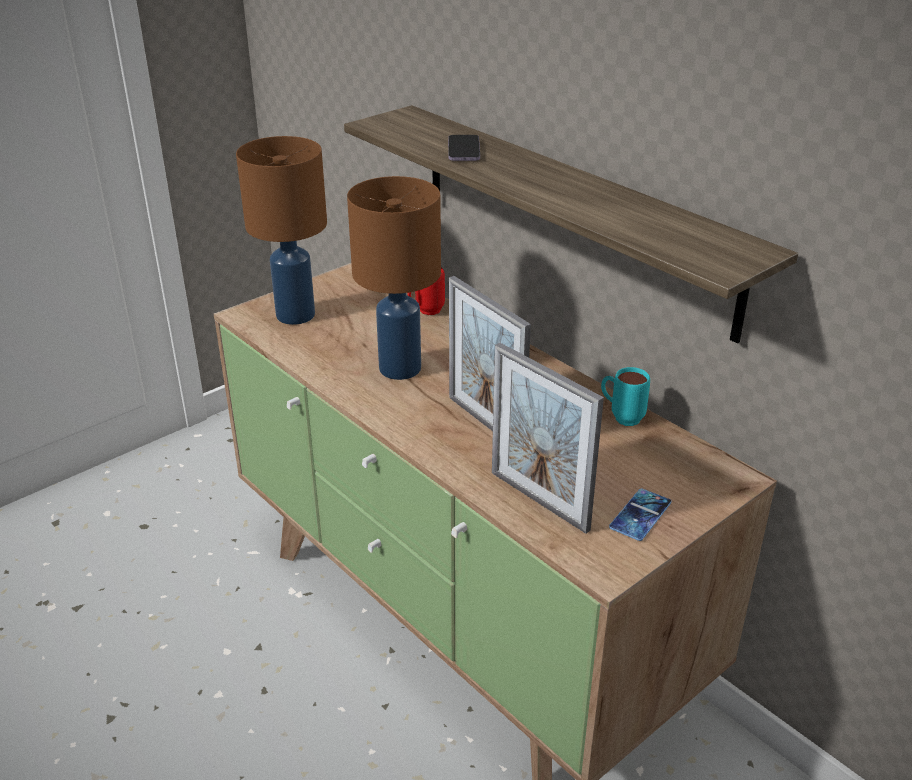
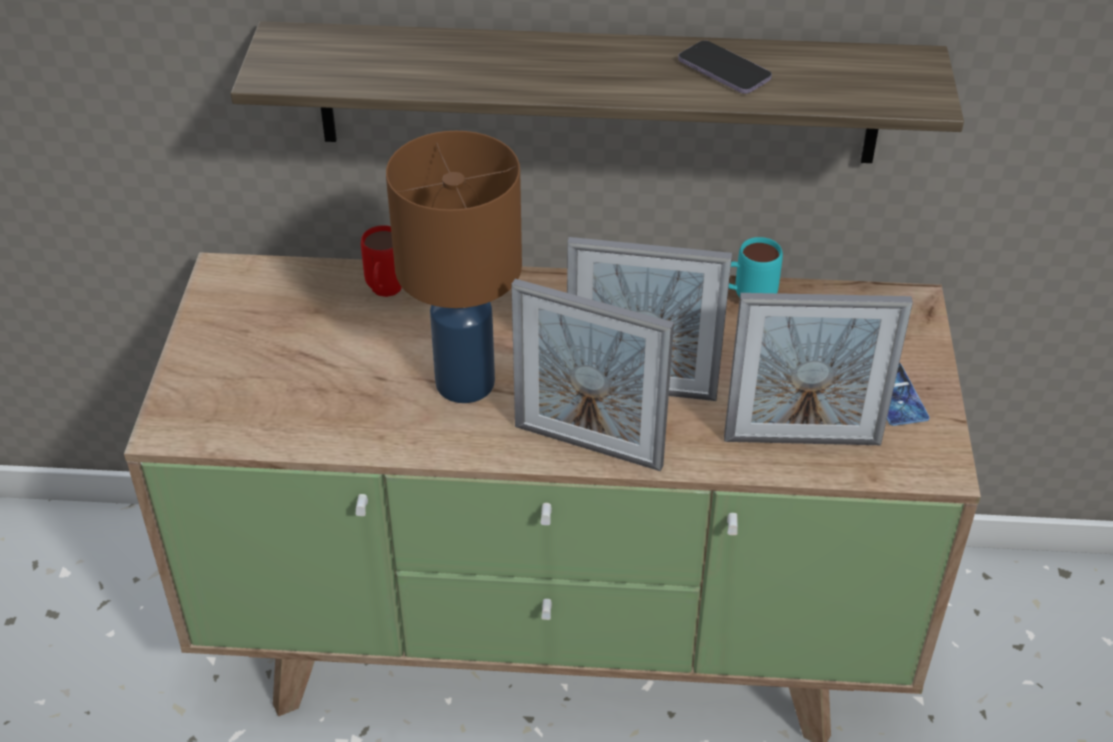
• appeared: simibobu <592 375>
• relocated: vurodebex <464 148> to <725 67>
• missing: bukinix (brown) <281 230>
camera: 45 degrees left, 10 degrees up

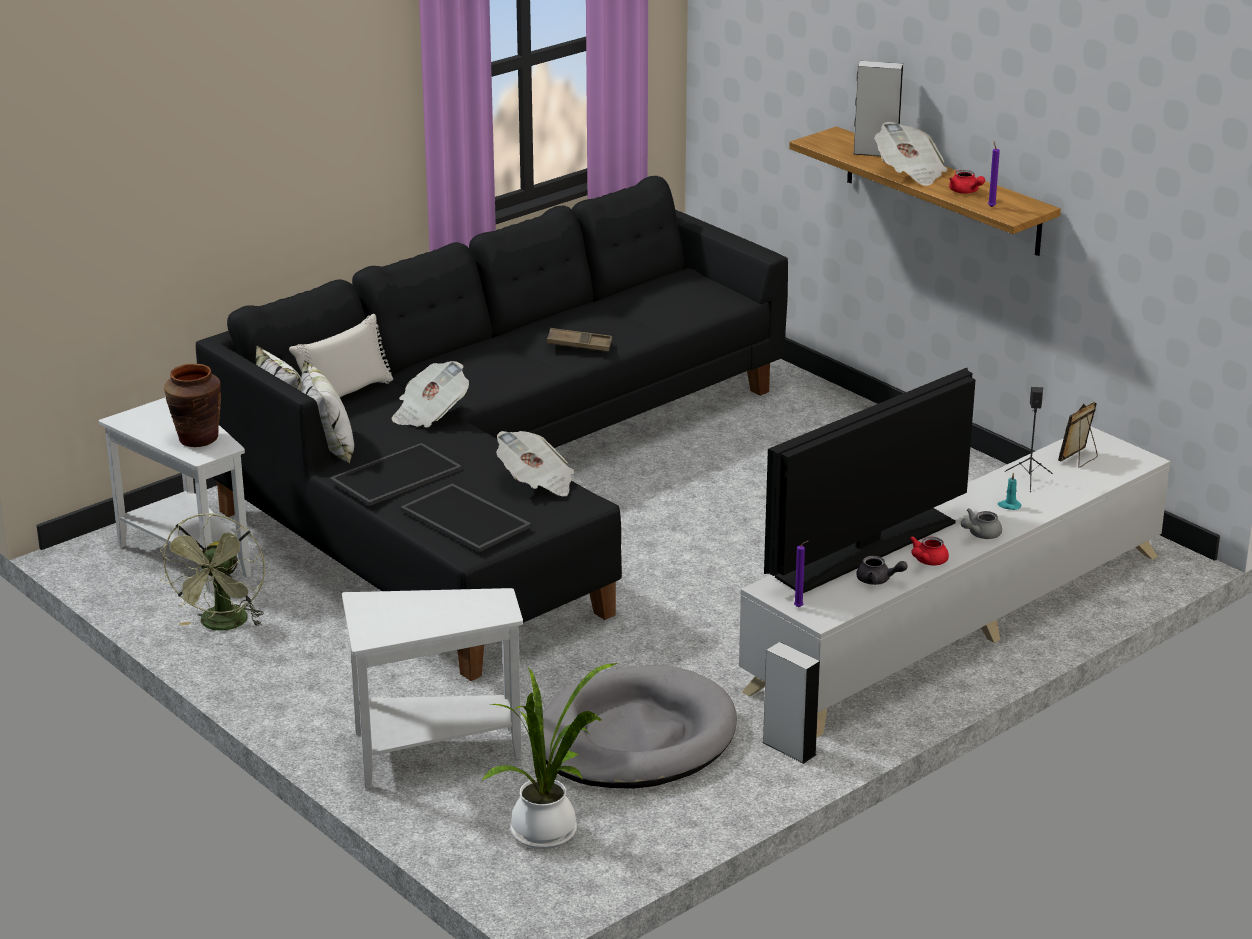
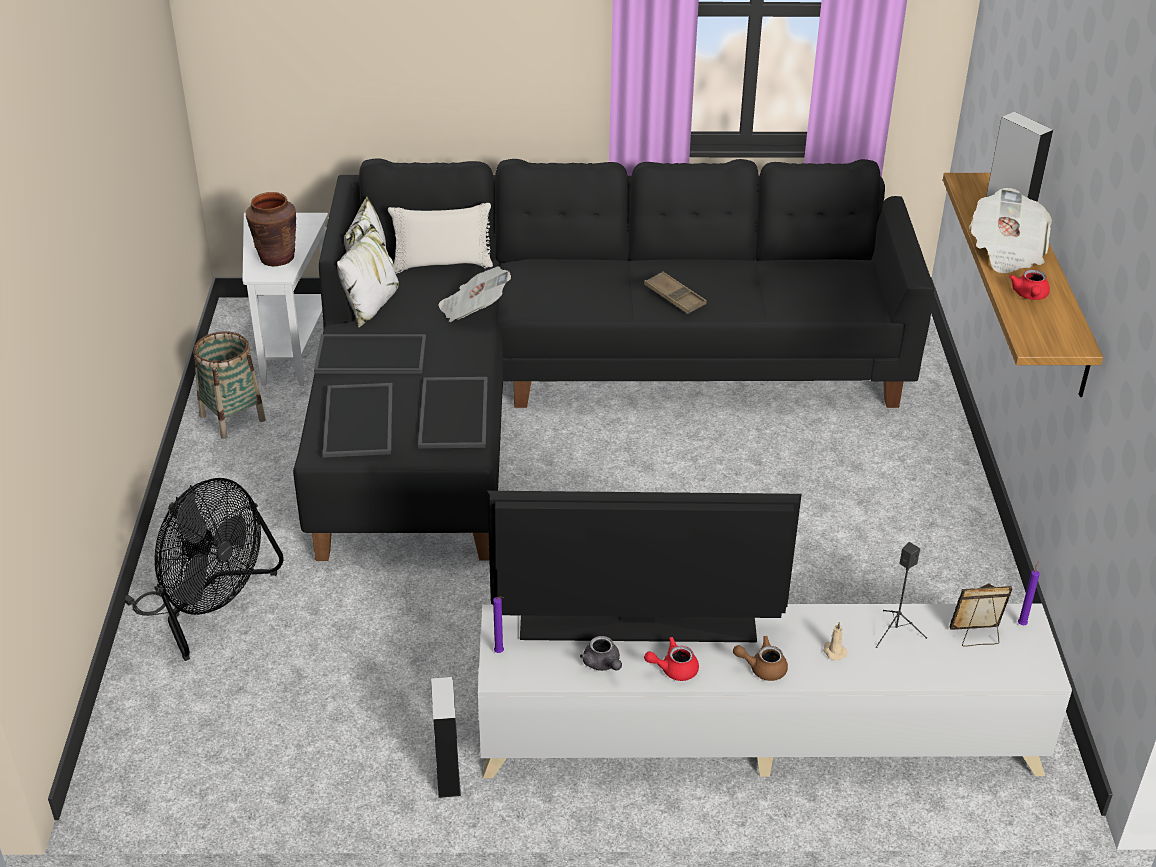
• exchanged: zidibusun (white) <432 688> to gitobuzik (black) <204 569>
• exchanged: gitobuzik (green) <212 572> to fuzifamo <229 385>
• exchanged: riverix <535 463> to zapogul <453 413>
• colour: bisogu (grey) <981 523> to bisogu (brown) <760 658>
• colour: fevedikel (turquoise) <1009 491> to fevedikel (beige) <835 641>
• relocated: fevedikel (purple) <994 174> to <1029 593>
• missing: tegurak <550 756>
• missing: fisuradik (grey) <640 727>
camera: 40 degrees right, 10 degrees up

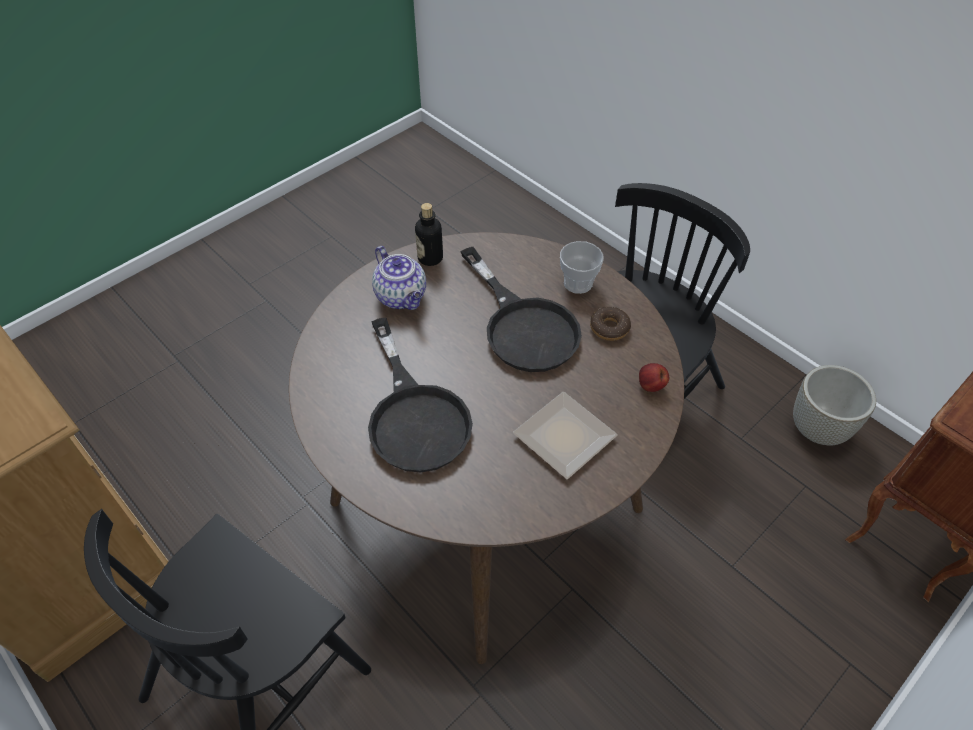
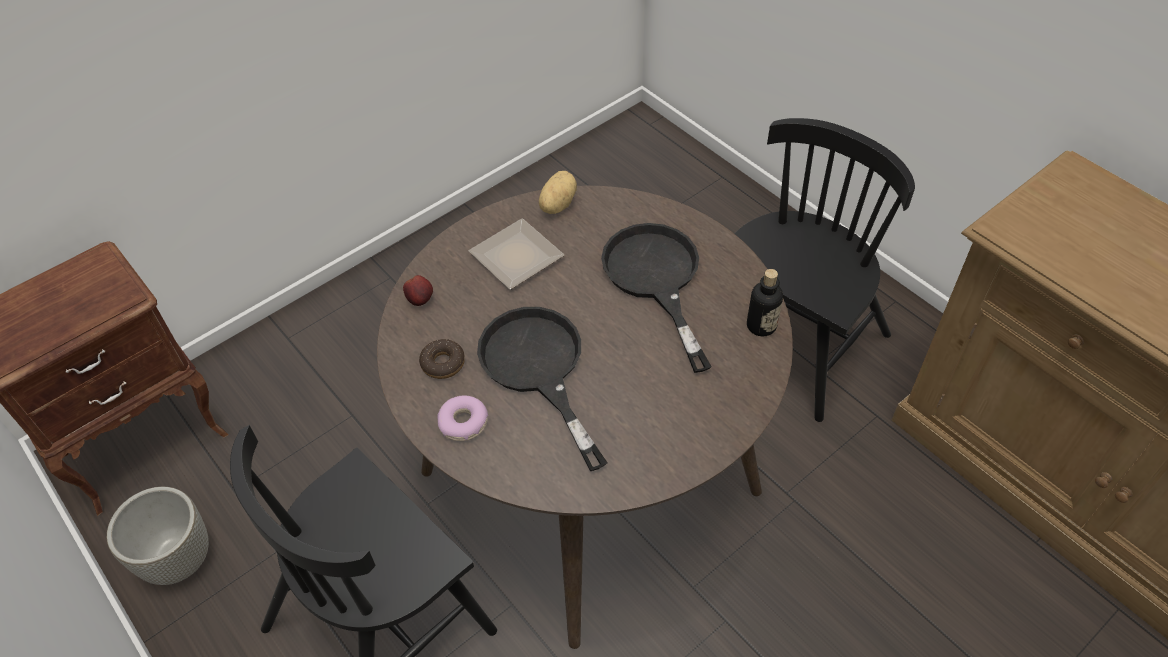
• exchanged: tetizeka <581 267> to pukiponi <463 418>
• appeared: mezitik <558 192>
• relocated: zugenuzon <429 234> to <765 303>
• missing: bisogu <399 278>
camera: 175 degrees left, 0 degrees up

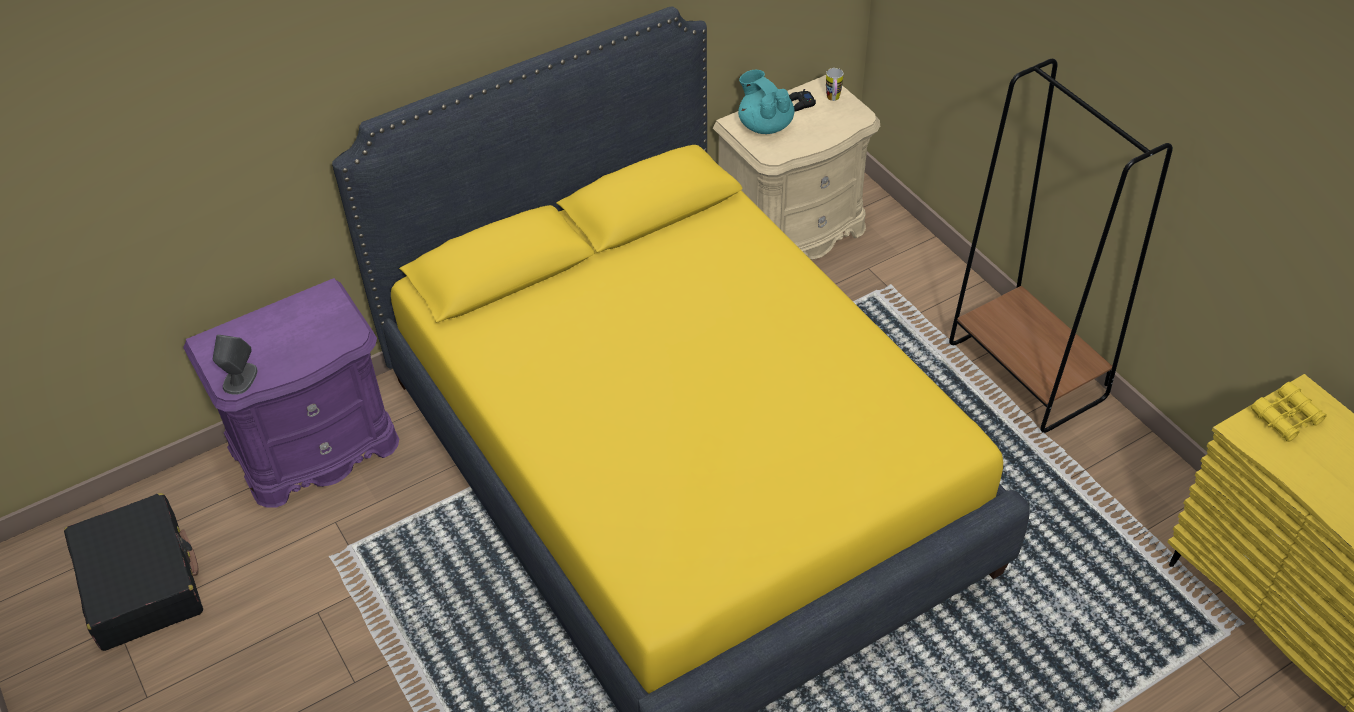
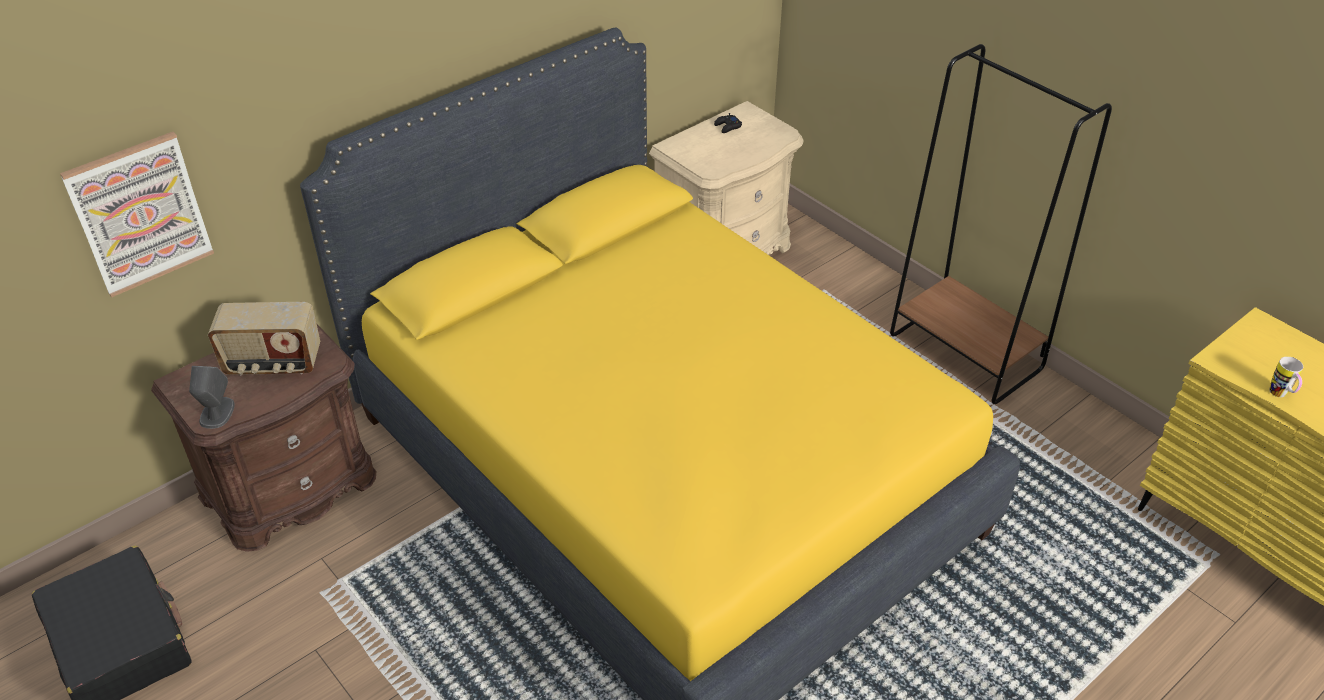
• appeared: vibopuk <137 214>
• colour: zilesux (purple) <291 393> to zilesux (brown) <263 438>
• appeared: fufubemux <264 339>
• relocated: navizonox <834 84> to <1286 376>
• missing: bisogu (turquoise) <766 102>
• missing: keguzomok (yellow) <1289 412>
camera: 10 degrees left, 5 degrees down

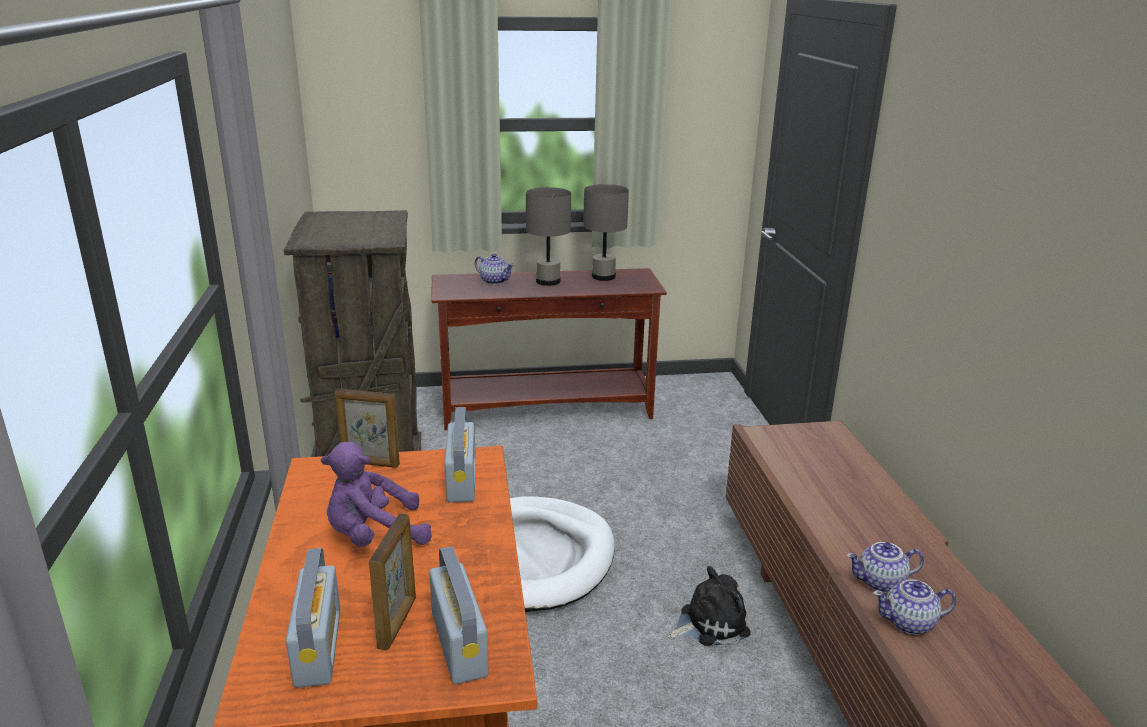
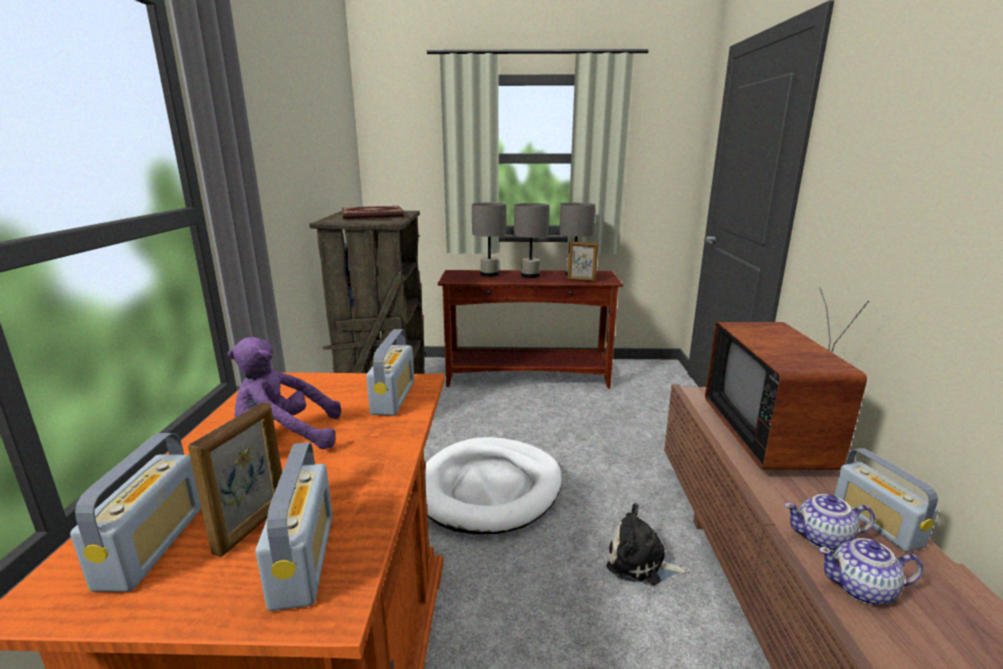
• appeared: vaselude <373 213>
• exchanged: bisogu <494 269> to bukinix (grey) <489 239>
• relocated: simibobu <367 428> to <582 261>
• spun: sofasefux <709 606> = <648 544> 150 degrees counterclockwise
• appeared: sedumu <787 379>
• appeared: fufubemux <886 500>
camera: 10 degrees right, 5 degrees down

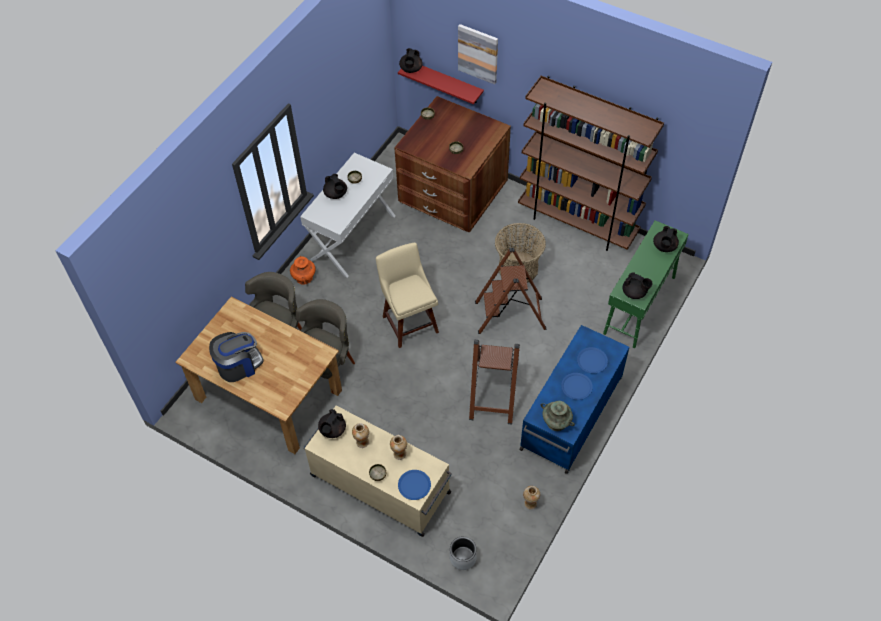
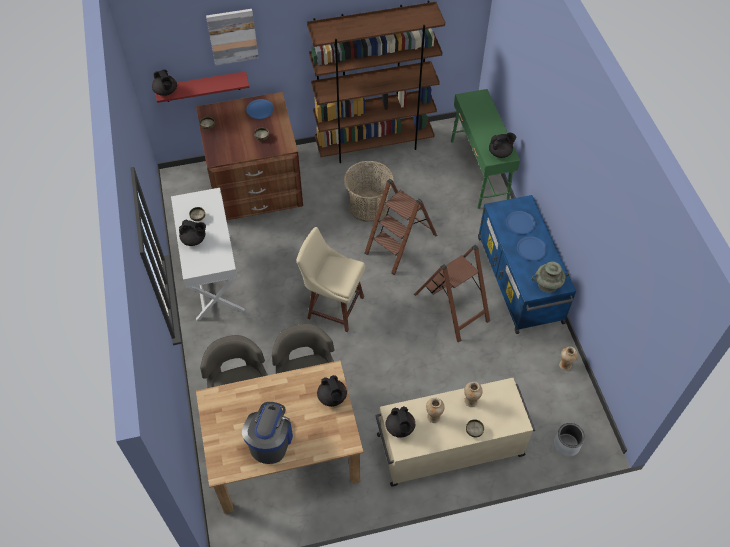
• relocated: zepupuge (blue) <414 485> to <260 109>
• relocated: bisogu (black) <666 239> to <332 391>
• missing: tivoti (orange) <303 270>
camera: 45 degrees left, 0 degrees up

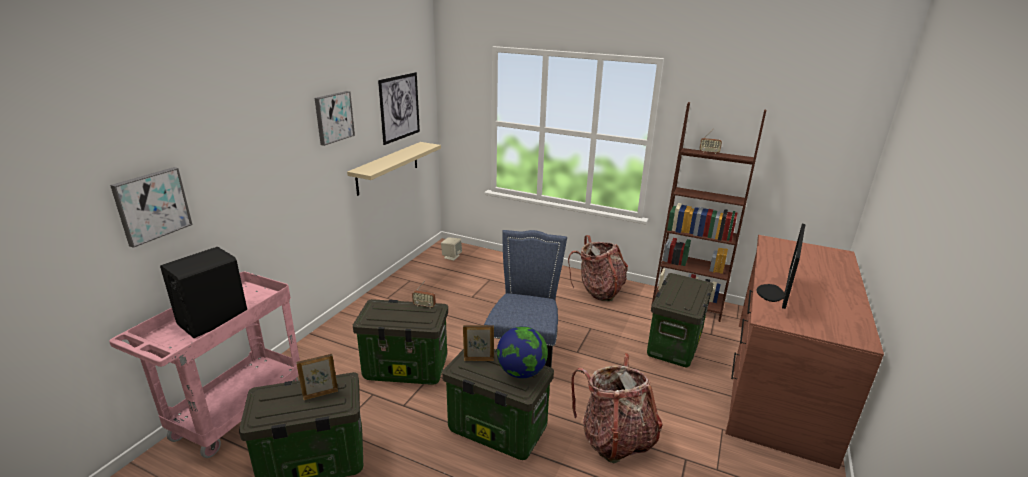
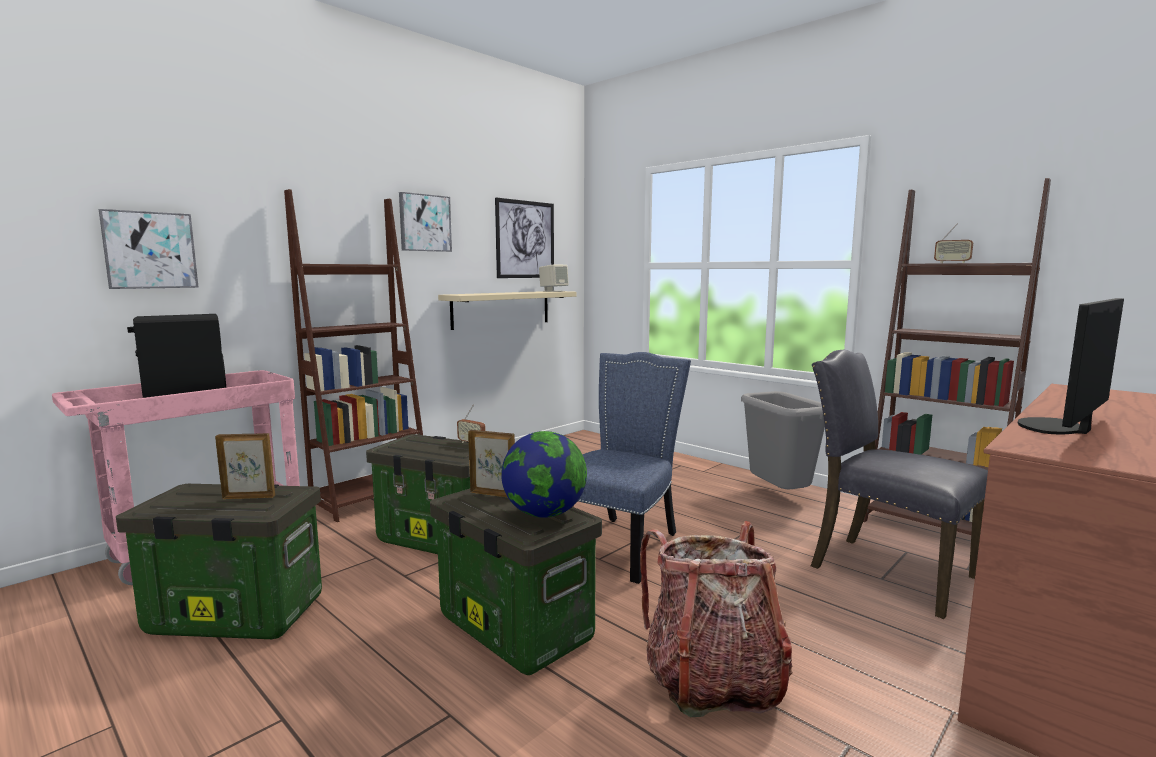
• appeared: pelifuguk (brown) <353 355>
• relocated: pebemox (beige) <451 249> to <554 278>
• exchanged: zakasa <598 268> to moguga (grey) <783 440>
• exchanged: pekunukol <680 320> to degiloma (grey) <899 484>
camera: 20 degrees right, 15 degrees down

